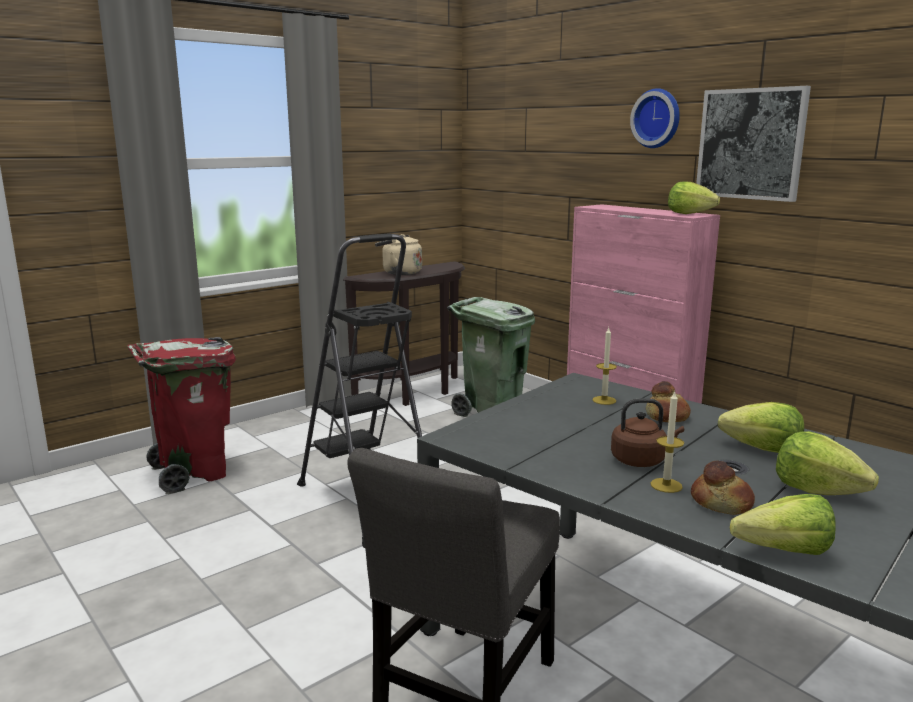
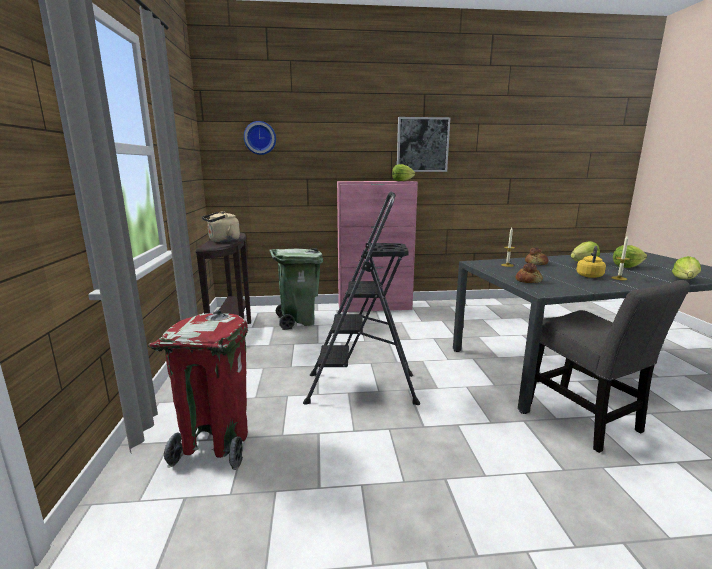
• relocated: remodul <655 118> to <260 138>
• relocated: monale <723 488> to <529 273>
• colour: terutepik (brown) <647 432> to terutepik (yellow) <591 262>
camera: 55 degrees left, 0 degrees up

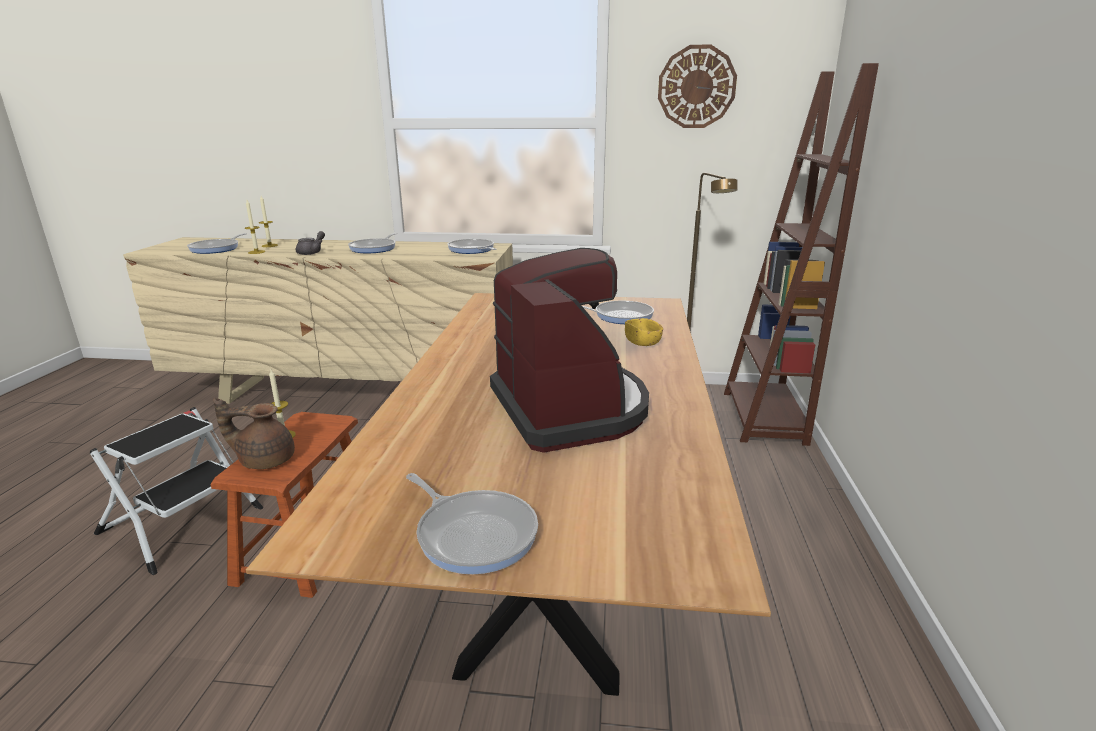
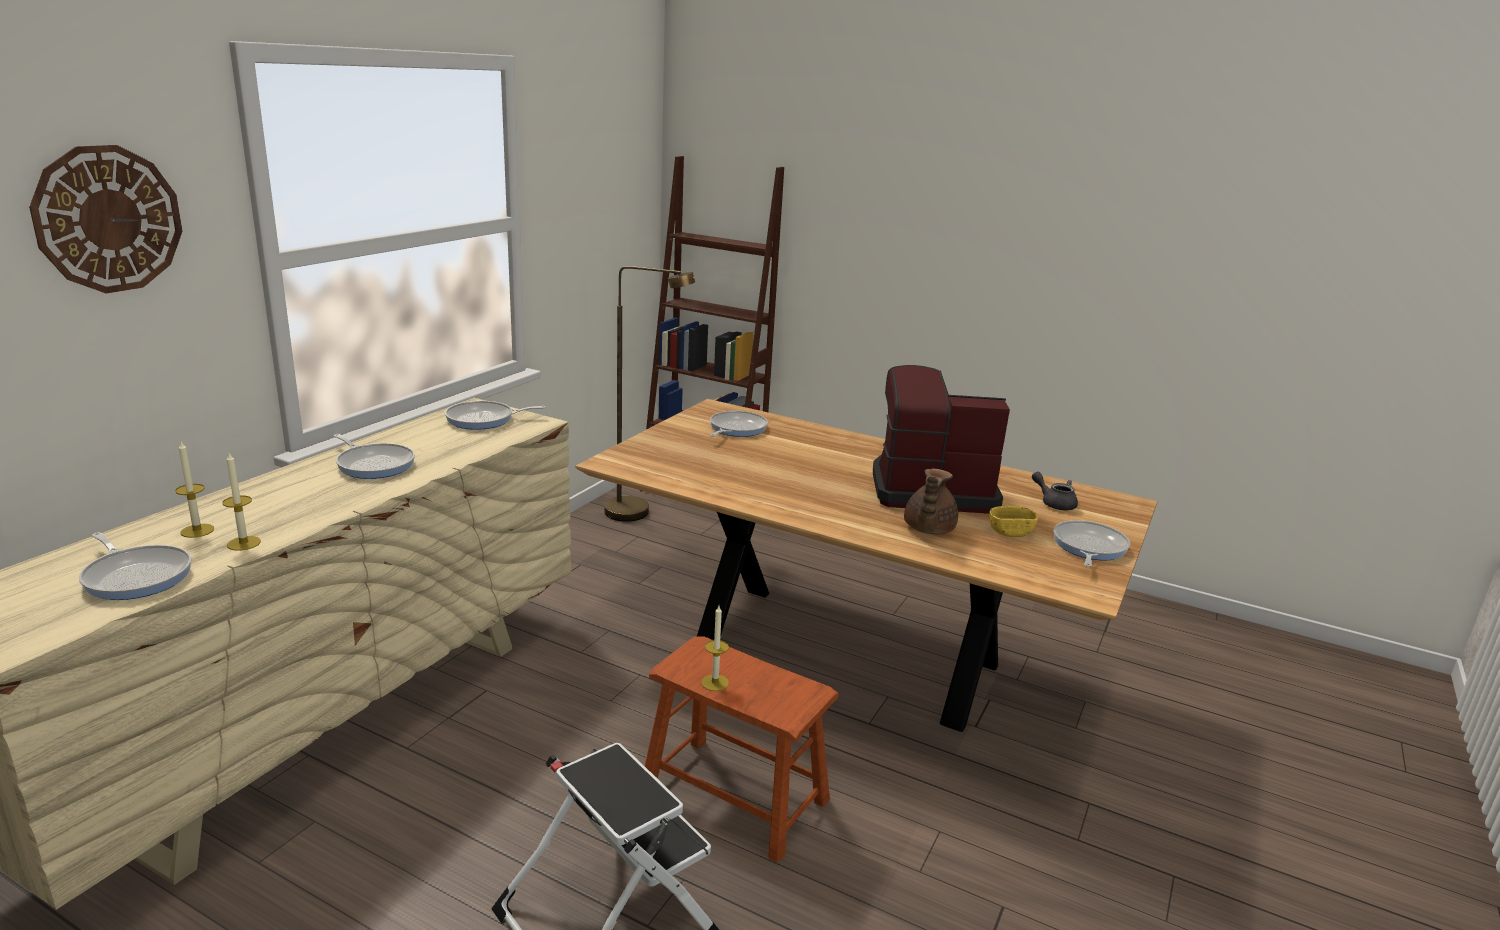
• relocated: remodul <697 86> to <105 219>
• relocated: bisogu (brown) <254 433> to <931 501>
• relocated: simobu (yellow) <644 332> to <1013 521>
• relocated: bisogu (grey) <310 243> to <1055 491>
• spun: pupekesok <472 524> = <1092 543> 45 degrees counterclockwise
camera: 70 degrees left, 0 degrees up

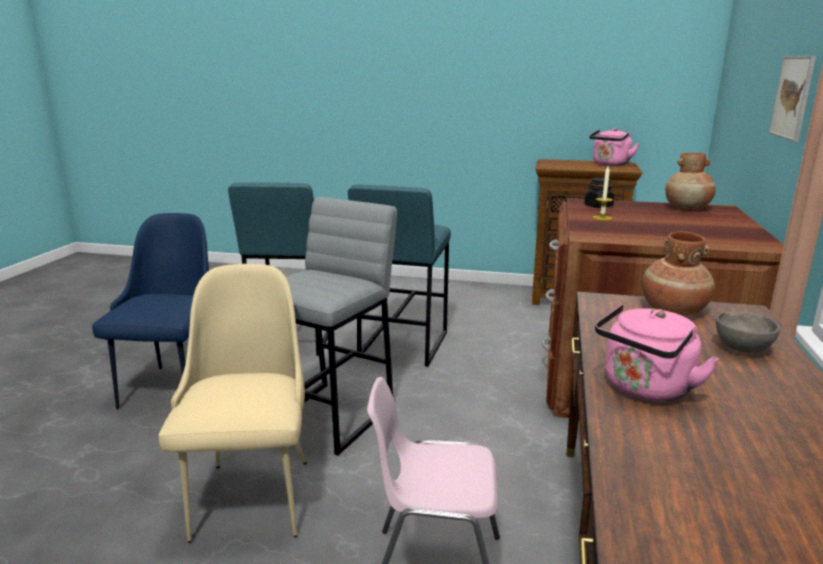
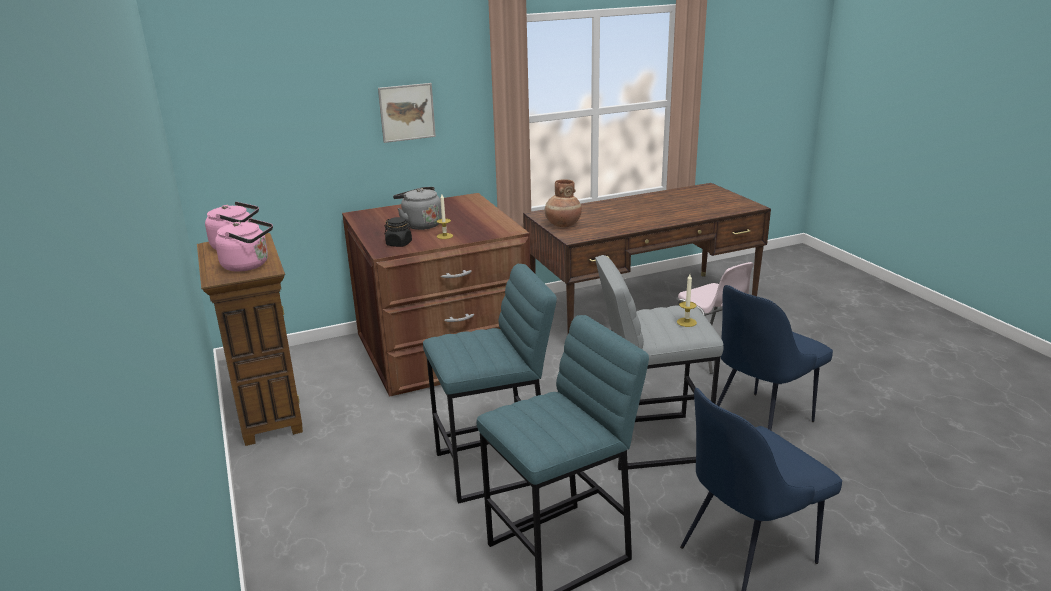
• relocated: terutepik (pink) <657 353> to <244 245>
• appeared: terutepik (grey) <417 208>
• appeared: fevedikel <687 300>
• colour: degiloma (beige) <232 403> to degiloma (blue) <774 357>
• missing: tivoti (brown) <690 181>
• missing: simobu (grey) <748 331>
camera: 125 degrees left, 5 degrees up

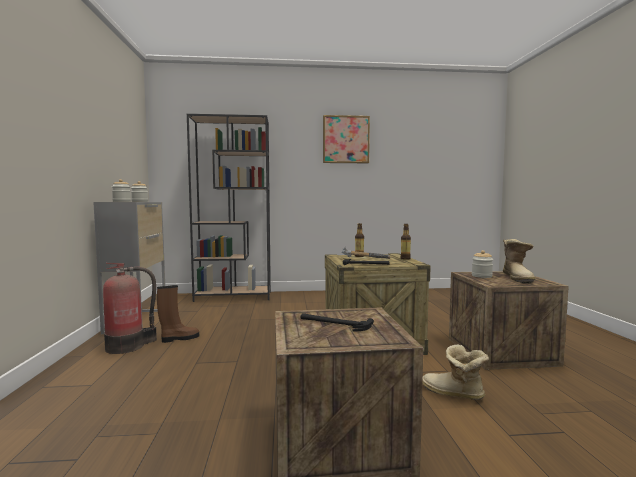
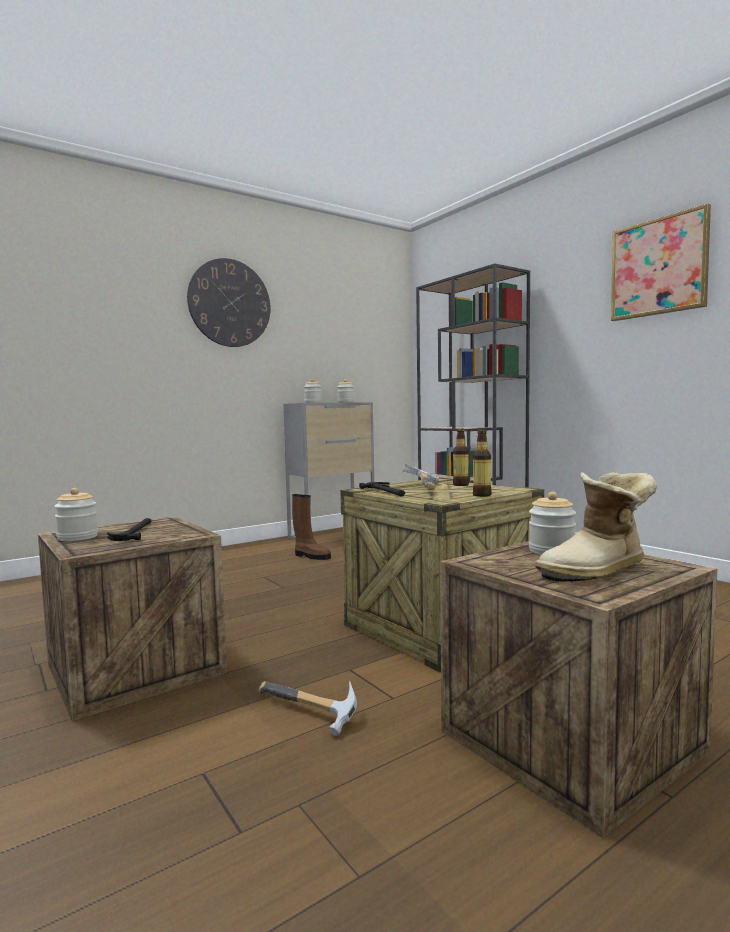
• appeared: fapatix <76 514>
• appeared: remodul <229 302>
• exchanged: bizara <455 372> to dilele <308 708>
• missing: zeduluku <130 308>
camera: 60 degrees right, 0 degrees up

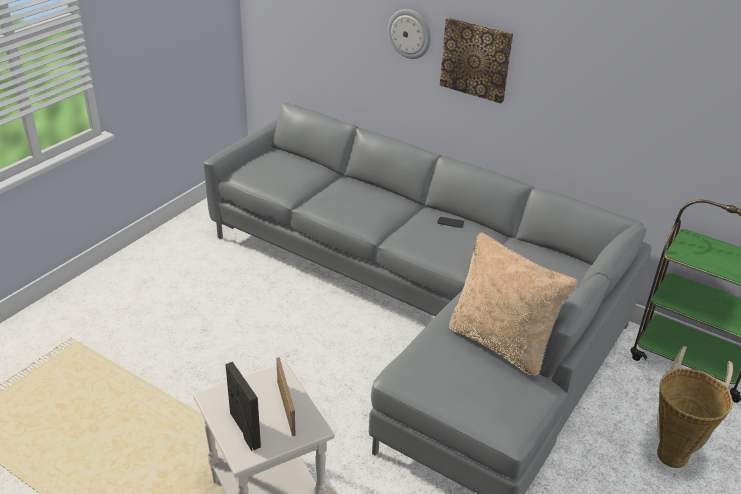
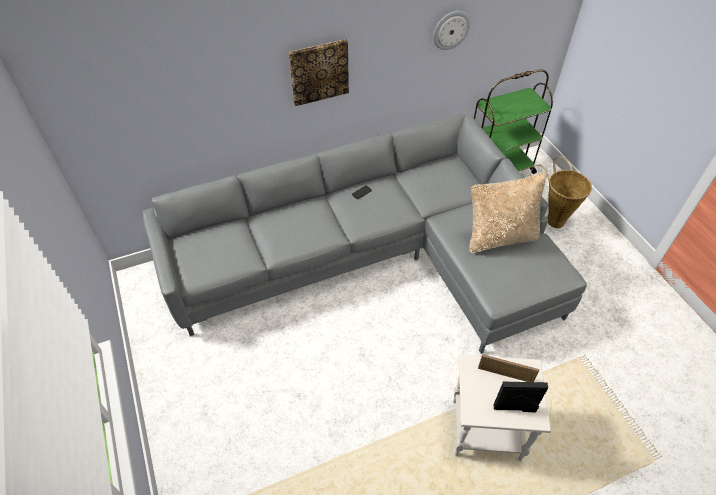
• relocated: remodul <409 34> to <452 30>
camera: 55 degrees left, 15 degrees up

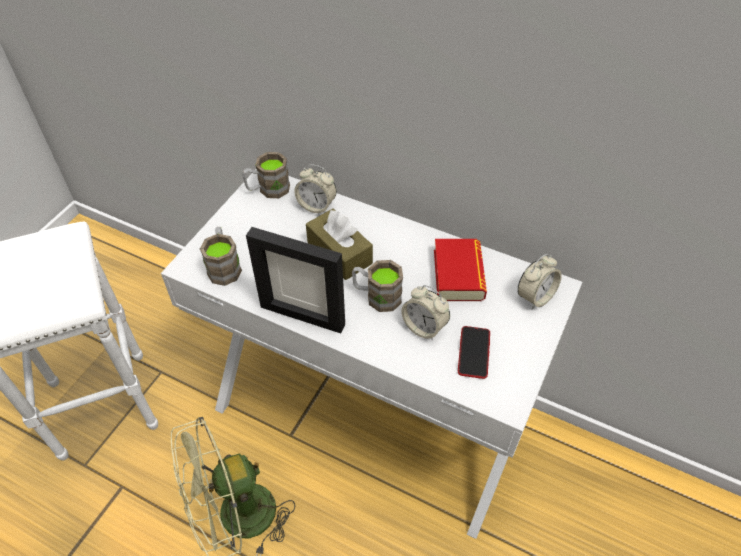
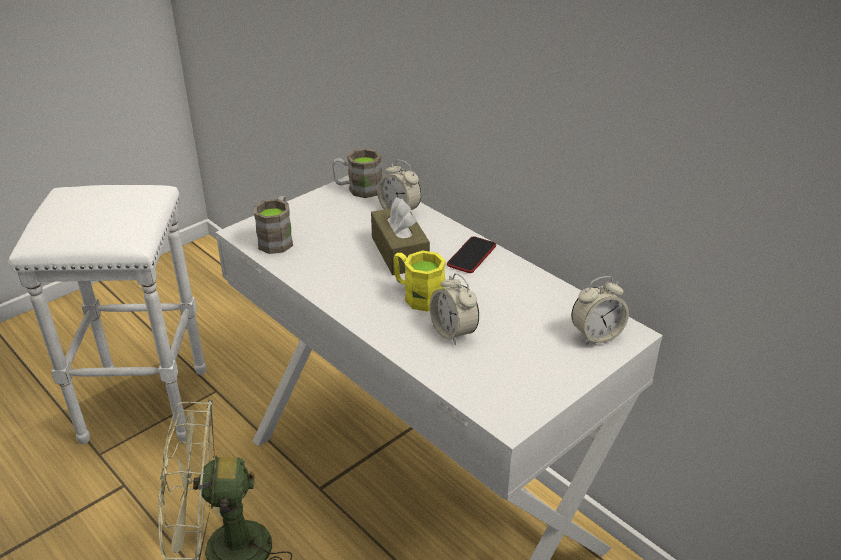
• colour: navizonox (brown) <377 286> to navizonox (yellow) <420 281>
• relocated: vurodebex <474 352> to <471 254>
• missing: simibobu <295 280>
• missing: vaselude <460 270>
camera: 20 degrees right, 15 degrees down

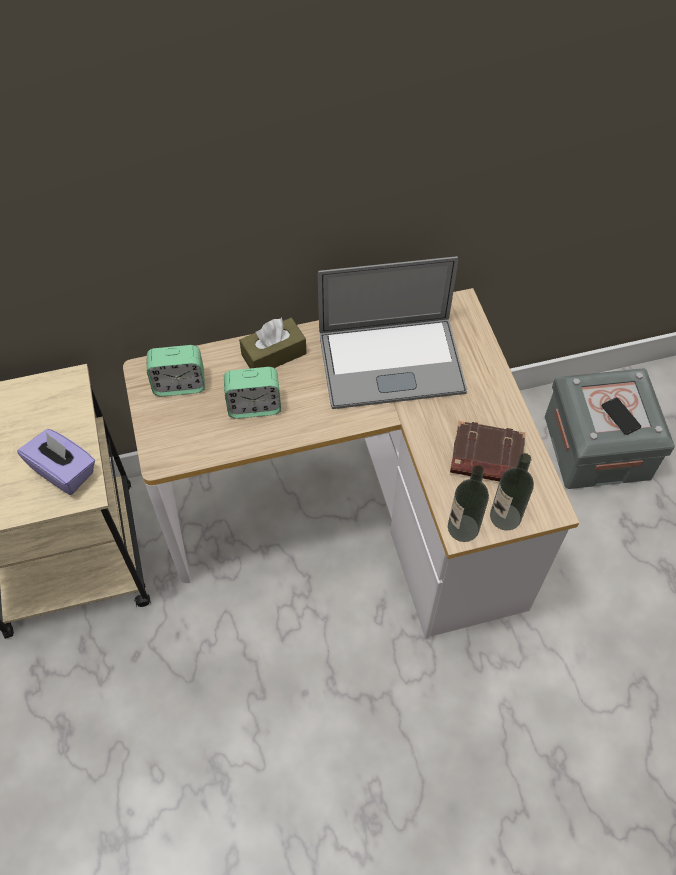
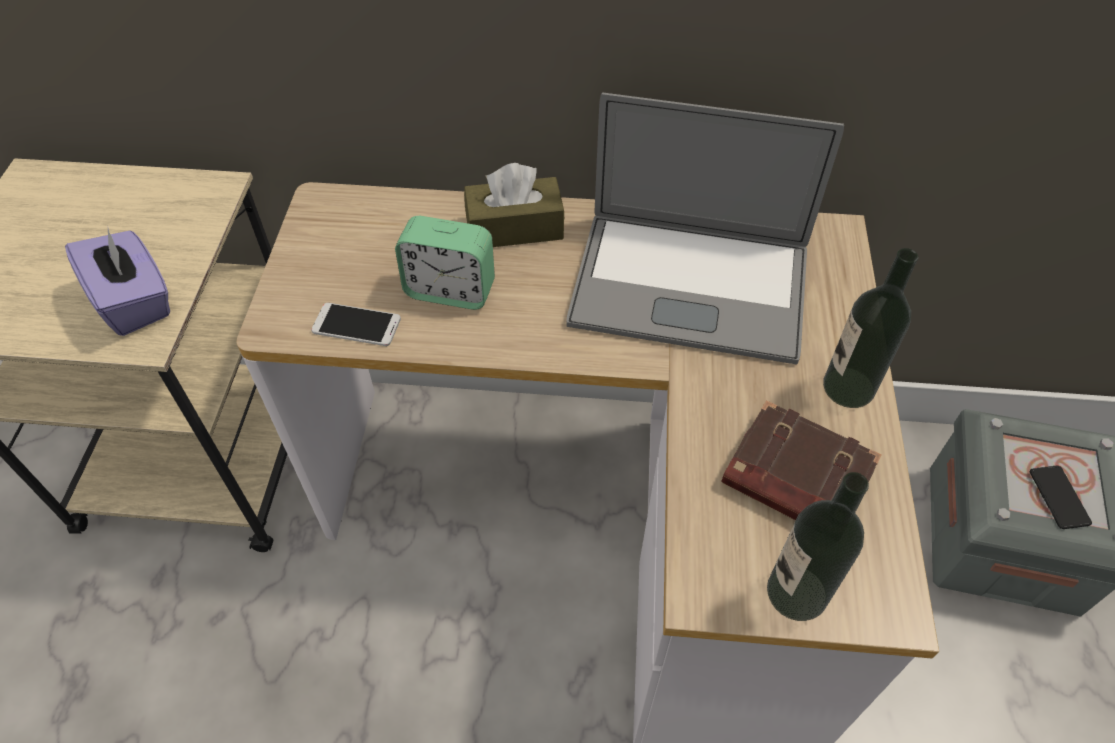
• appeared: vurodebex <356 324>
• relocated: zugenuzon <468 503> to <870 328>
• missing: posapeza <176 370>
camera: 20 degrees right, 5 degrees down

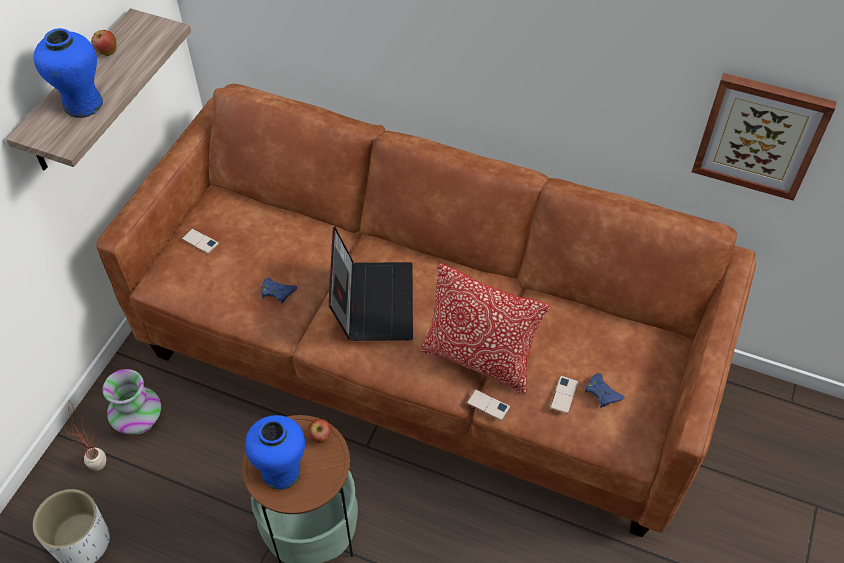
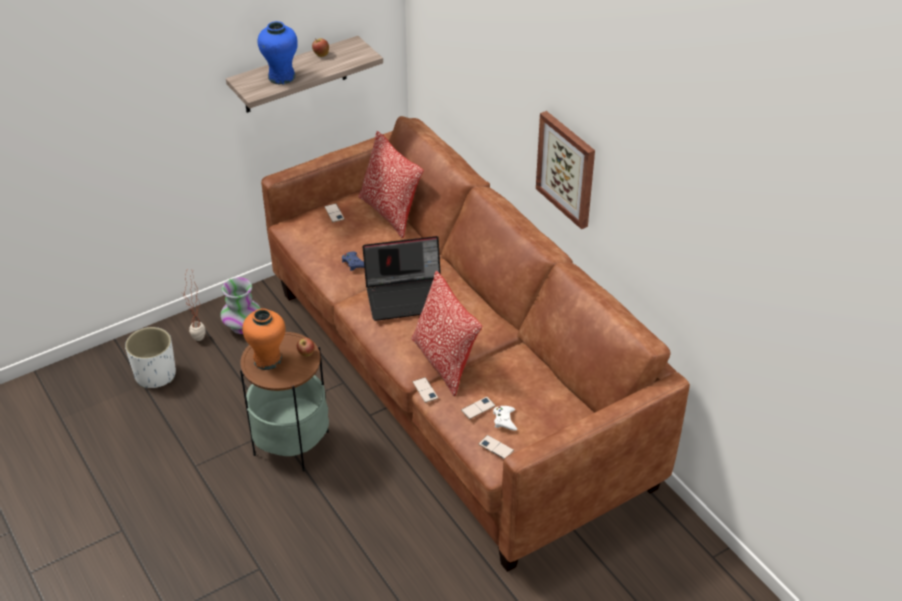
• colour: tivoti (blue) <275 452> to tivoti (orange) <263 339>
• appeared: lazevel <391 184>
• spun: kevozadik <370 283> = <401 278> 45 degrees clockwise
• appeared: vurodebex <496 447>
• colour: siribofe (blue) <605 390> to siribofe (white) <505 418>
• relocated: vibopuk <764 137> to <565 170>
camera: 35 degrees right, 10 degrees down

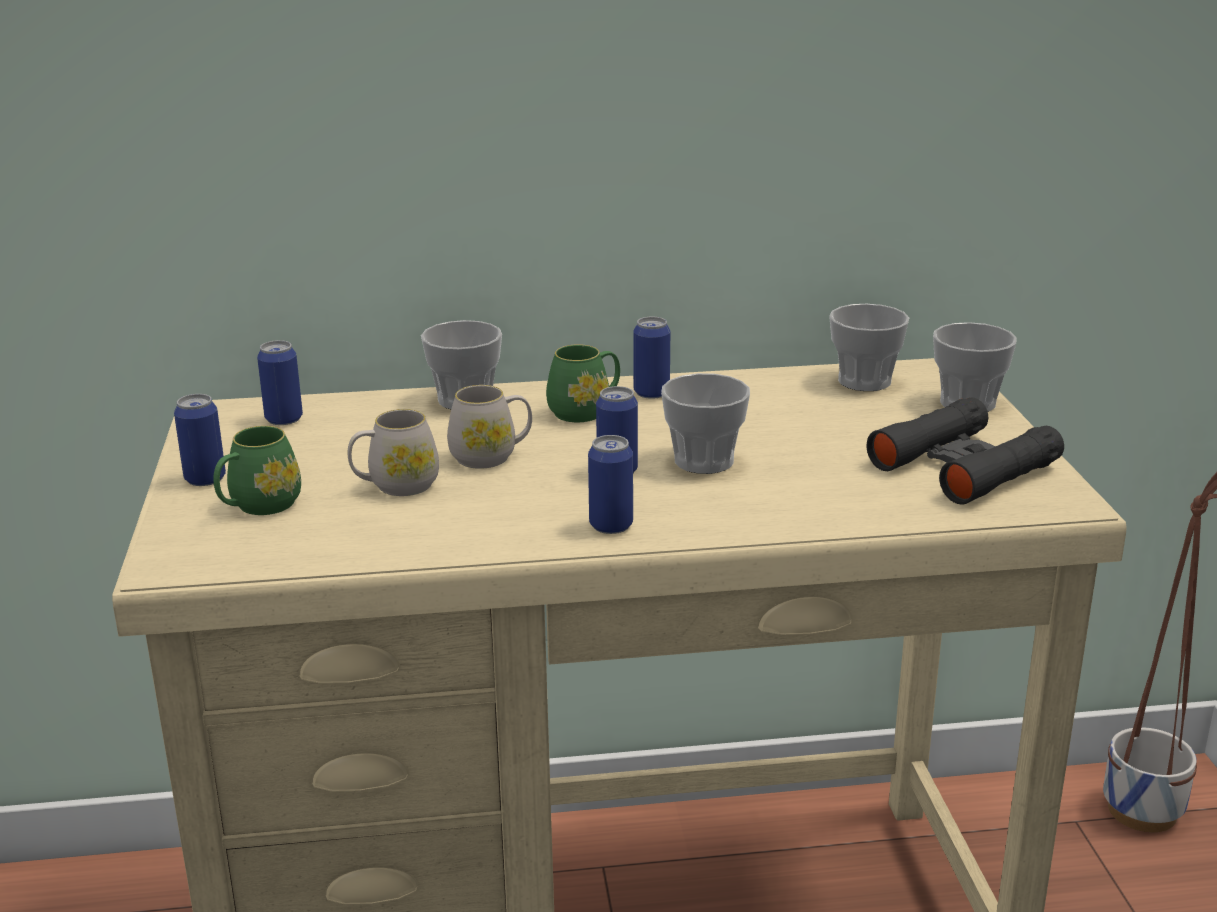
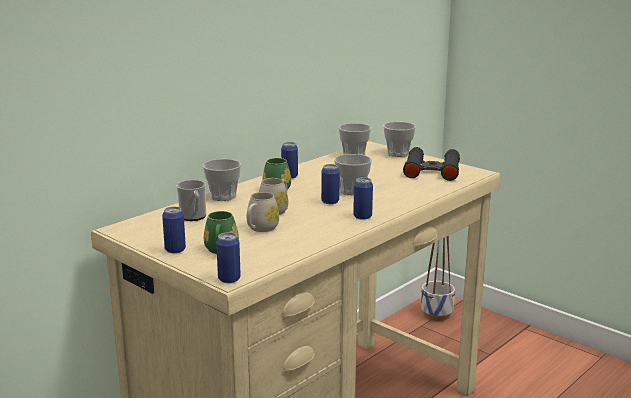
• appeared: navizonox <191 200>
• relocated: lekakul <280 382> to <228 257>
camera: 40 degrees left, 5 degrees down

